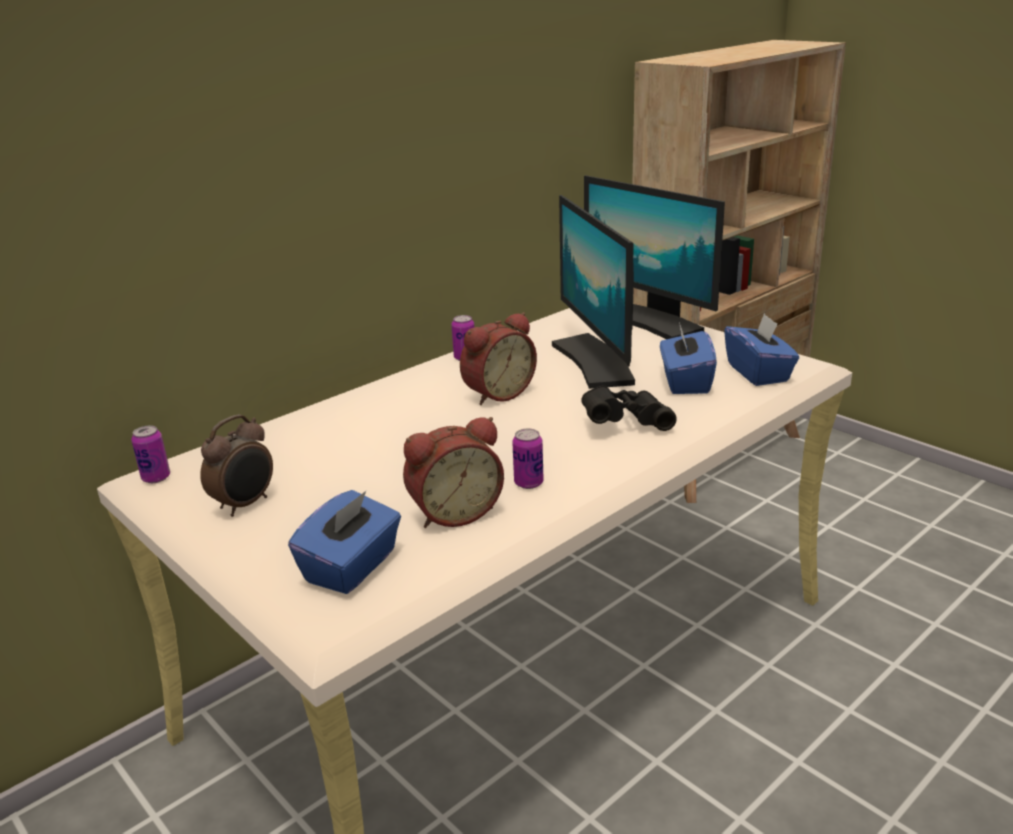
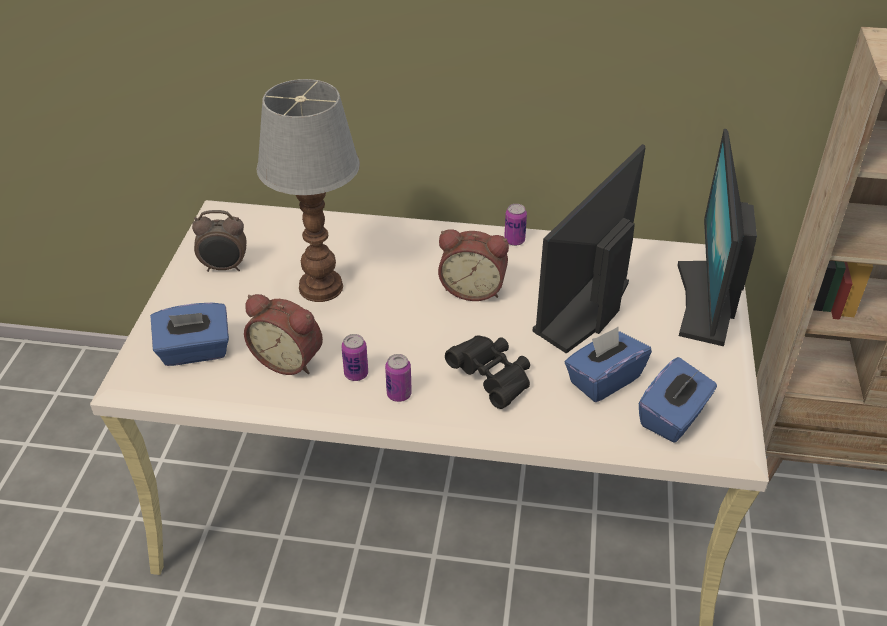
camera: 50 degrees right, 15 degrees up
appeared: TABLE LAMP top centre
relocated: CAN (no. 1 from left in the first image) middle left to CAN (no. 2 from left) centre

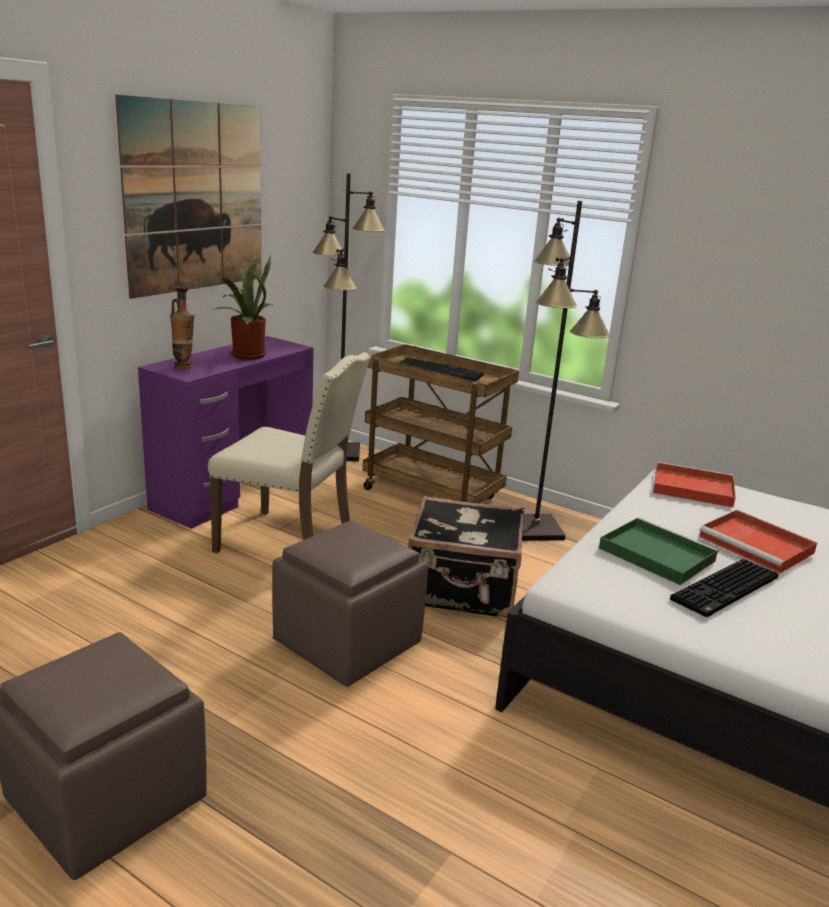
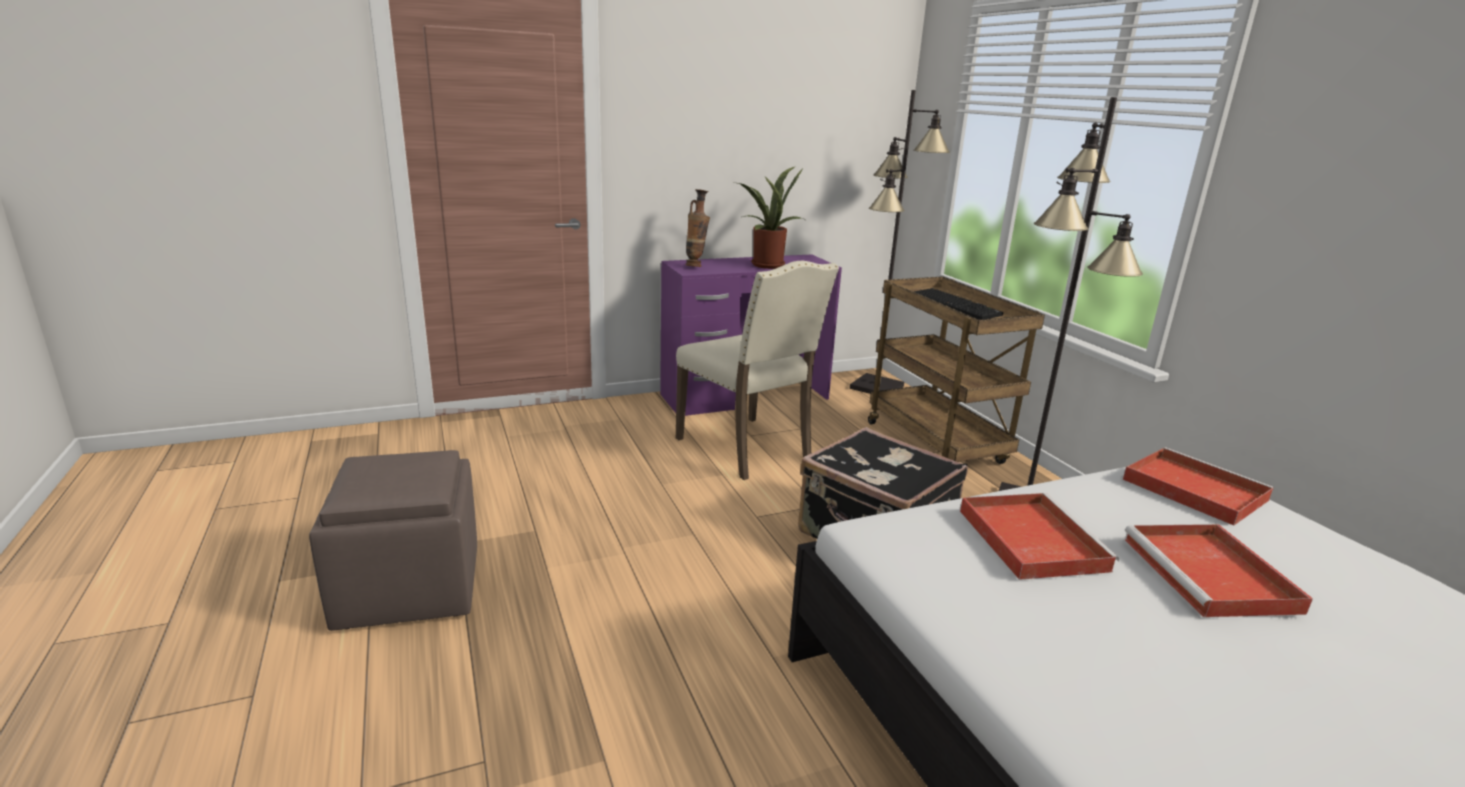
camera: 35 degrees right, 0 degrees up
missing: PICTURE top left; BROWN OTTOMAN (no. 2 from left) centre; KEYBOARD (no. 2 from left) middle right
colour: GREEN TRAY middle right to RED TRAY (no. 1 from left) bottom right

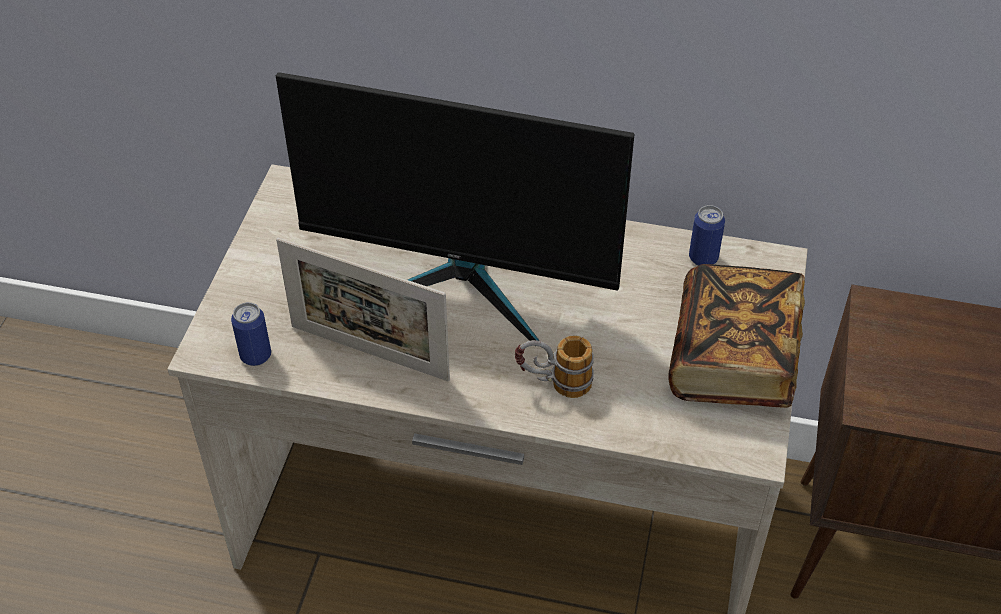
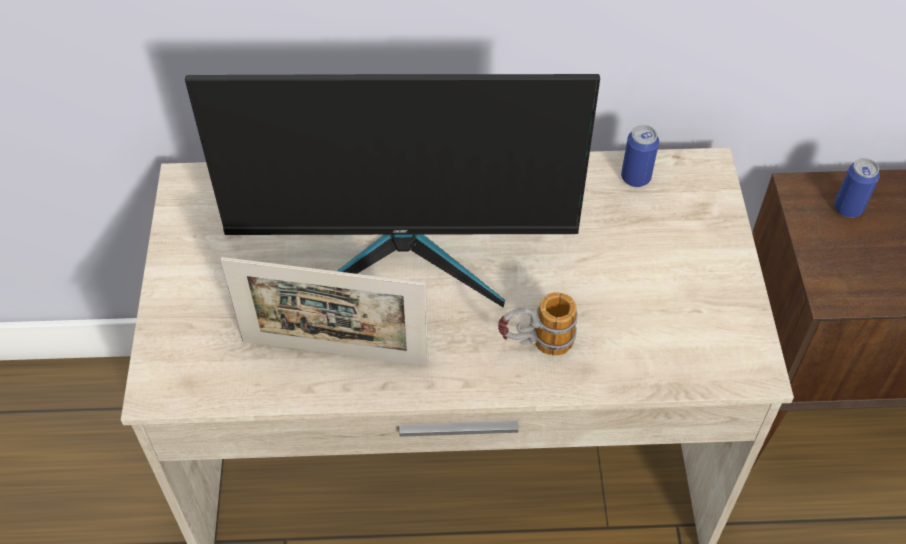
camera: 15 degrees left, 5 degrees up
missing: BOOK middle right
relocated: CAN (no. 1 from left in the first image) middle left to CAN (no. 2 from left) middle right

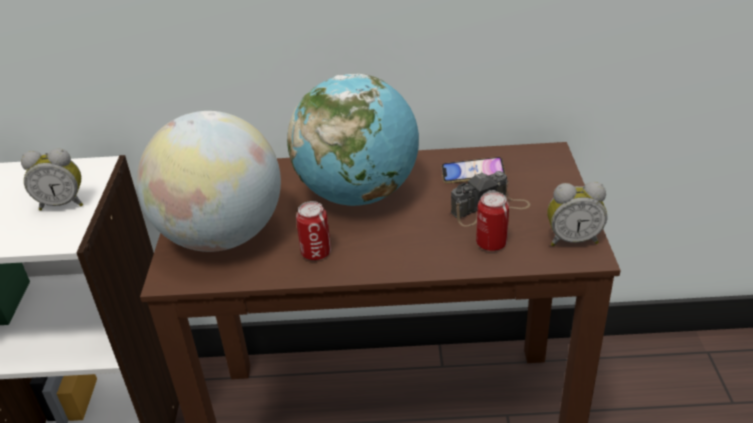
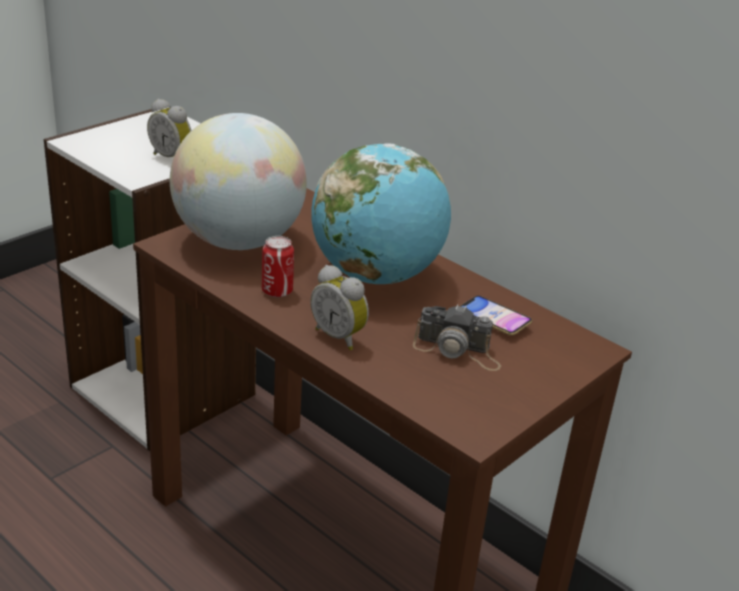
camera: 40 degrees right, 5 degrees down
missing: CAN (no. 2 from left) centre
relocated: ALARM CLOCK (no. 2 from left) middle right to centre

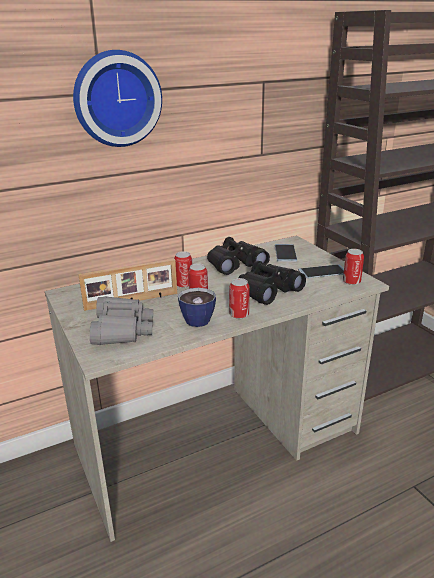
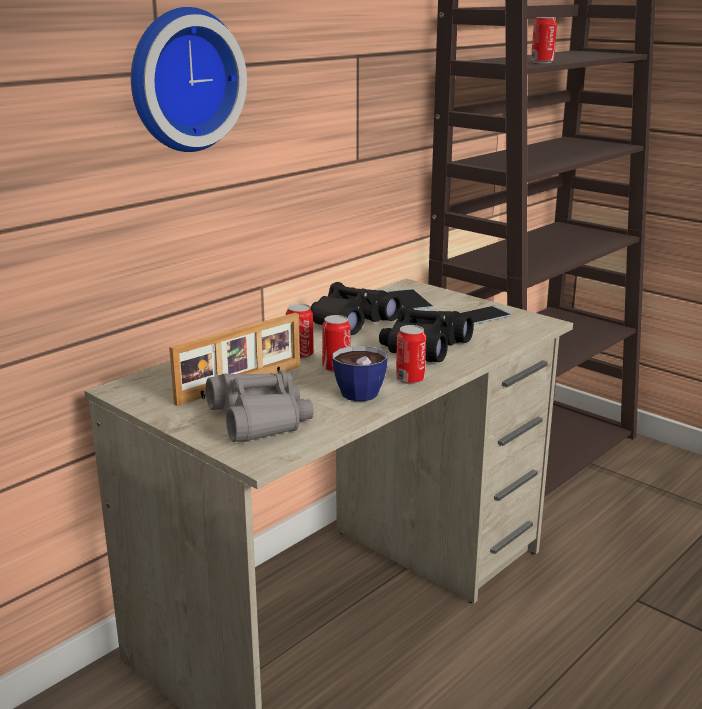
camera: 20 degrees left, 5 degrees down
relocated: CAN (no. 4 from left) middle right to top right

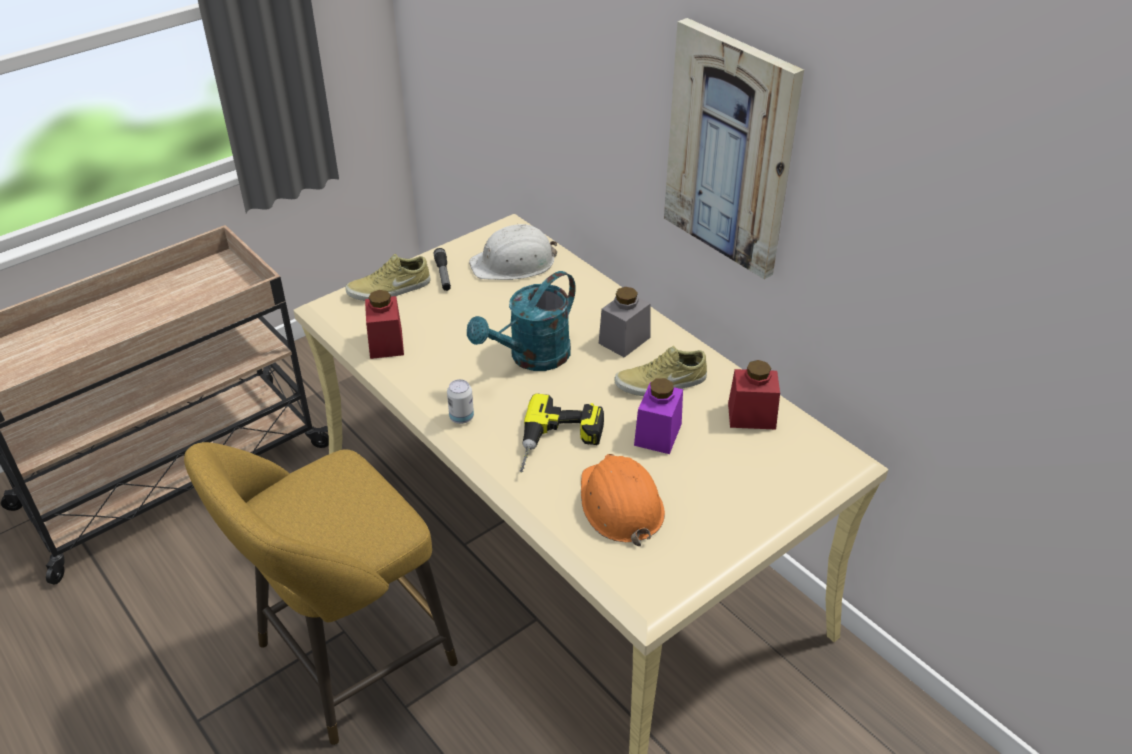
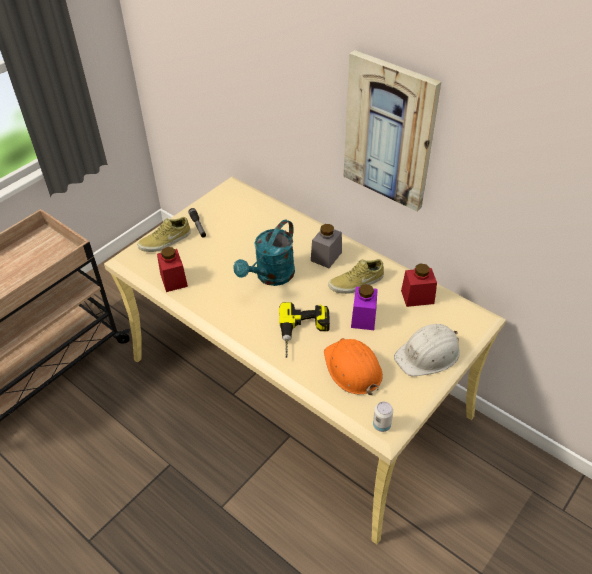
camera: 10 degrees left, 5 degrees up
missing: YELLOW STOOL bottom left
relocated: CAN centre to bottom centre; WHITE HARD HAT centre to middle right

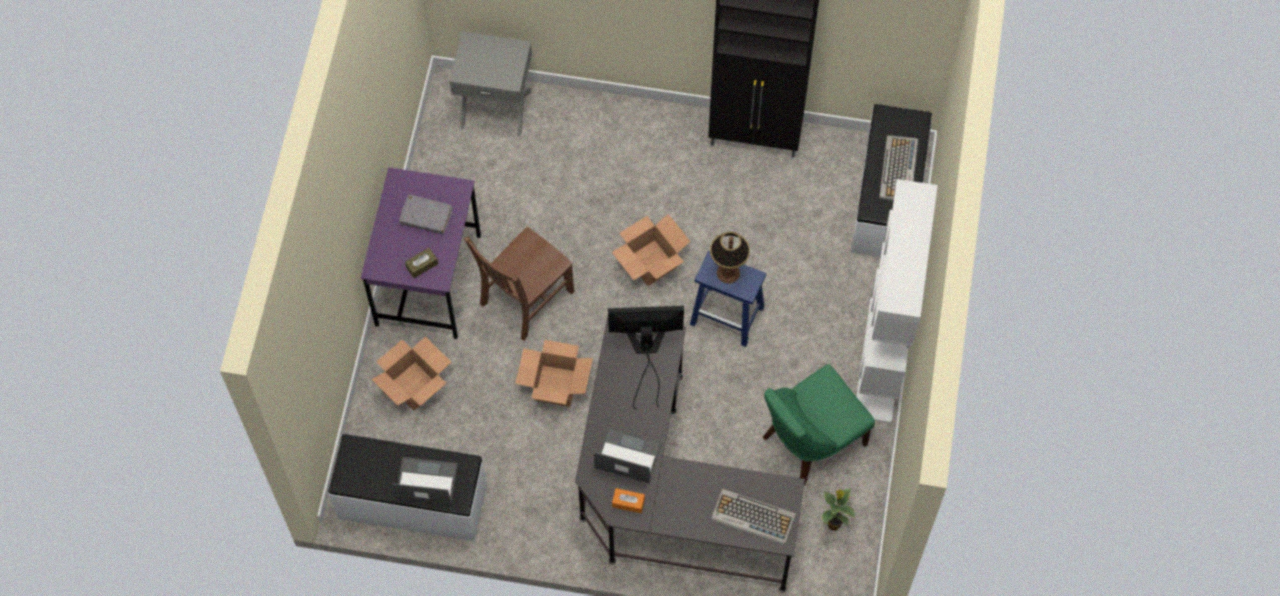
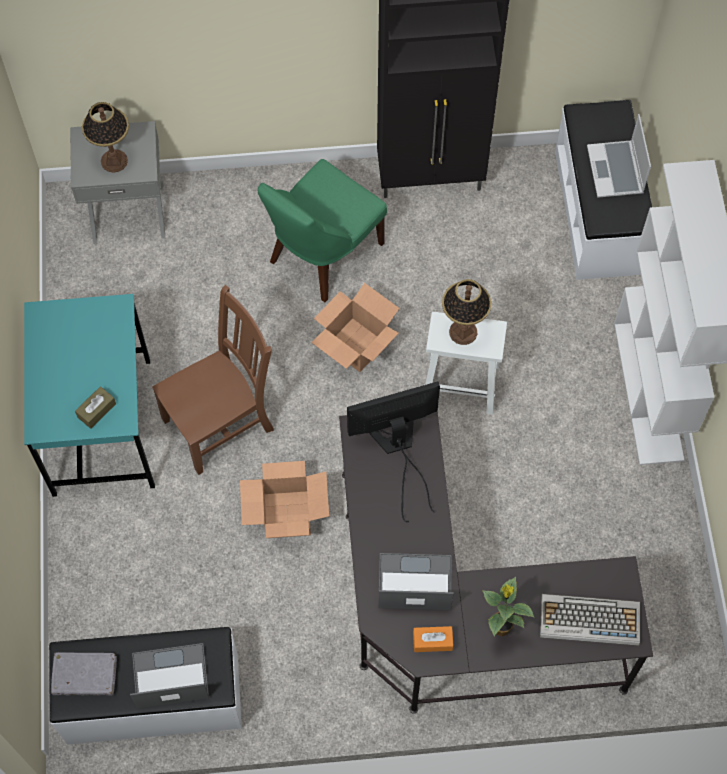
camera: 15 degrees left, 0 degrees up
missing: CARDBOARD BOX (no. 1 from left) middle left
appeared: TABLE LAMP (no. 1 from left) top left
relocated: GREY BOOK middle left to bottom left; GREEN CHAIR bottom centre to top centre; POTTED PLANT bottom centre to bottom right
exchanged: KEYBOARD (no. 2 from left) top right to LAPTOP (no. 3 from left) top right
colour: PURPLE DESK middle left to TURQUOISE DESK middle left; BLUE STOOL centre to WHITE STOOL centre
spun: BROWN CHAIR centre = middle left 150 degrees counterclockwise

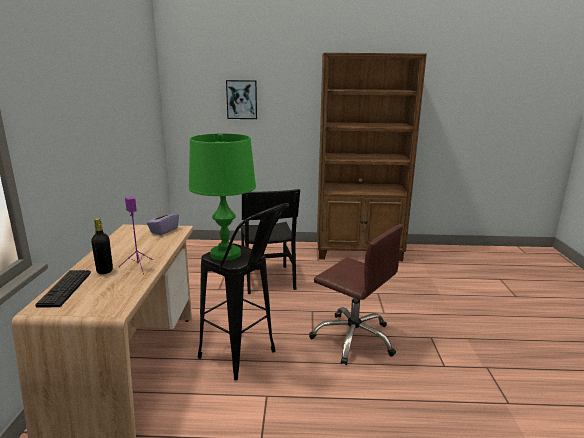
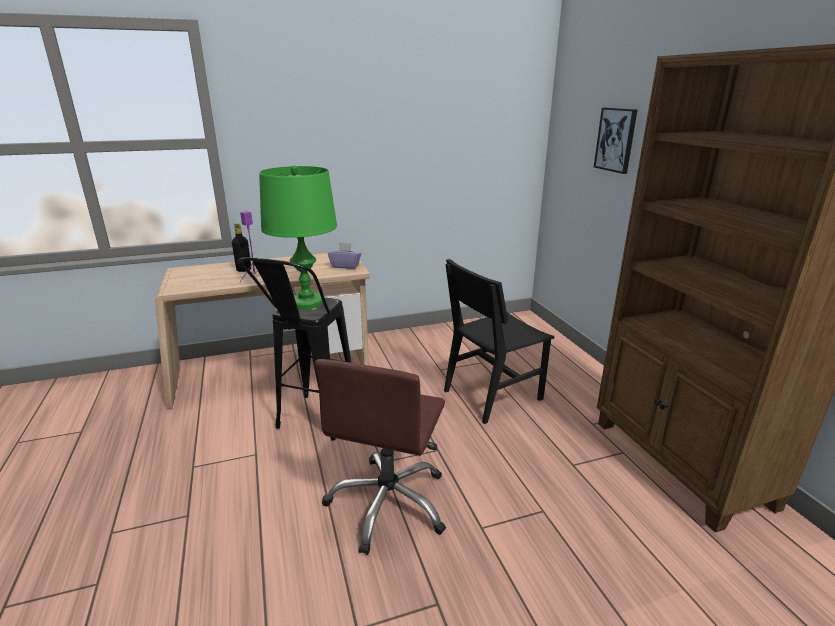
camera: 70 degrees right, 5 degrees up
missing: KEYBOARD middle left

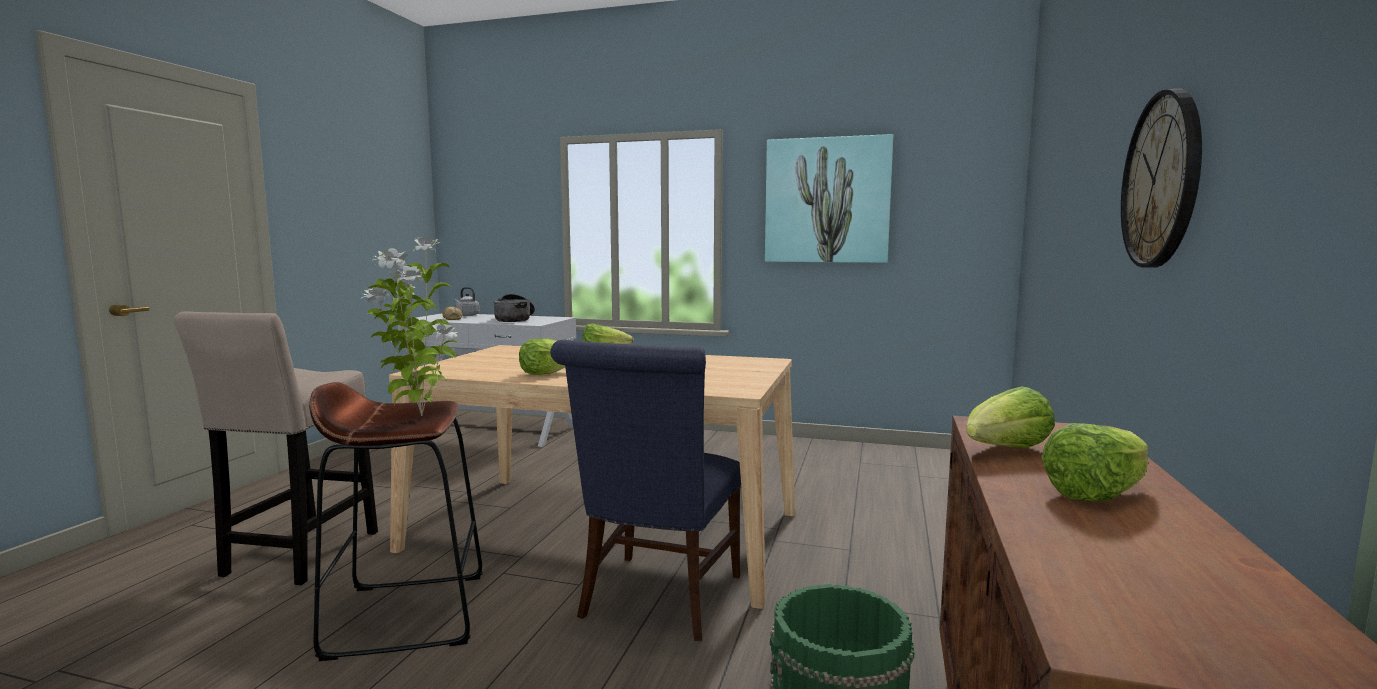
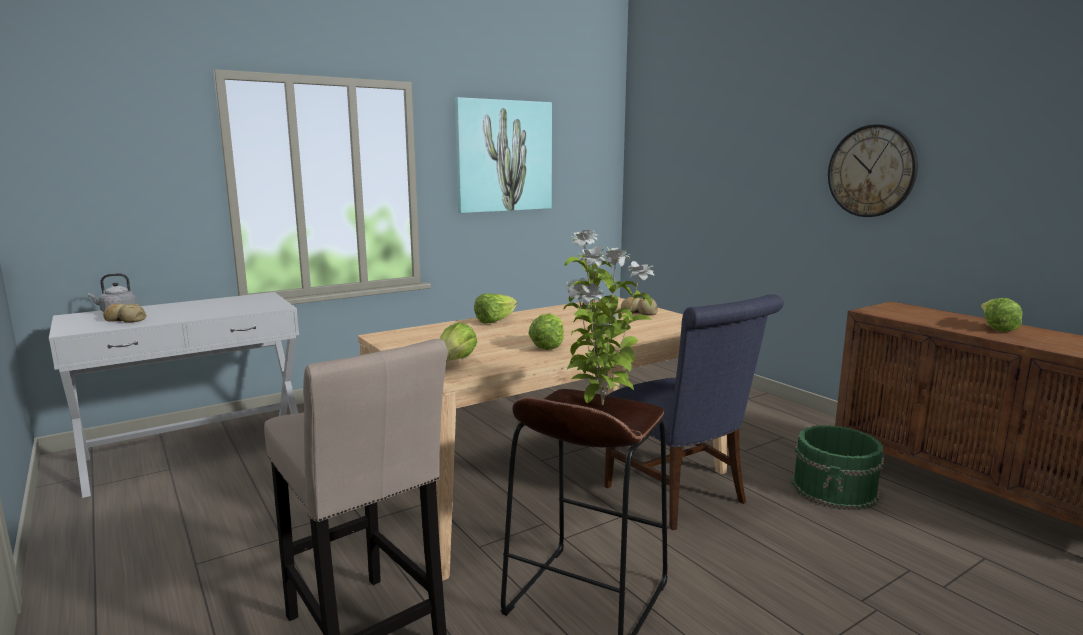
camera: 50 degrees left, 5 degrees up
missing: COOKING POT centre
appeared: BREAD (no. 2 from left) centre
relocated: LETTUCE (no. 3 from left in the first image) middle right to LETTUCE (no. 1 from left) centre

